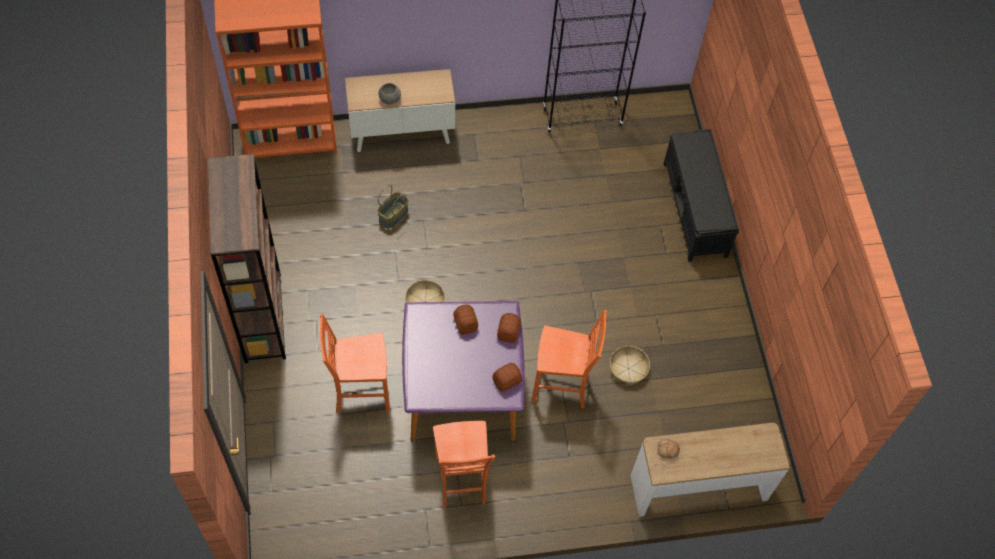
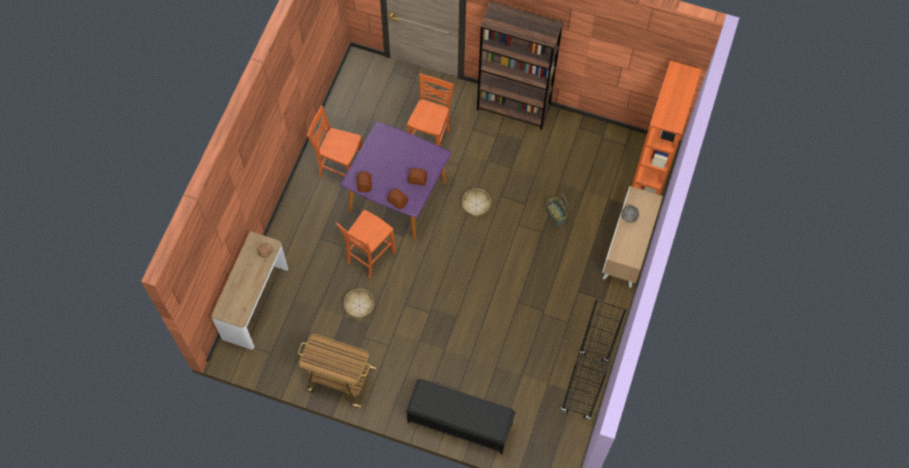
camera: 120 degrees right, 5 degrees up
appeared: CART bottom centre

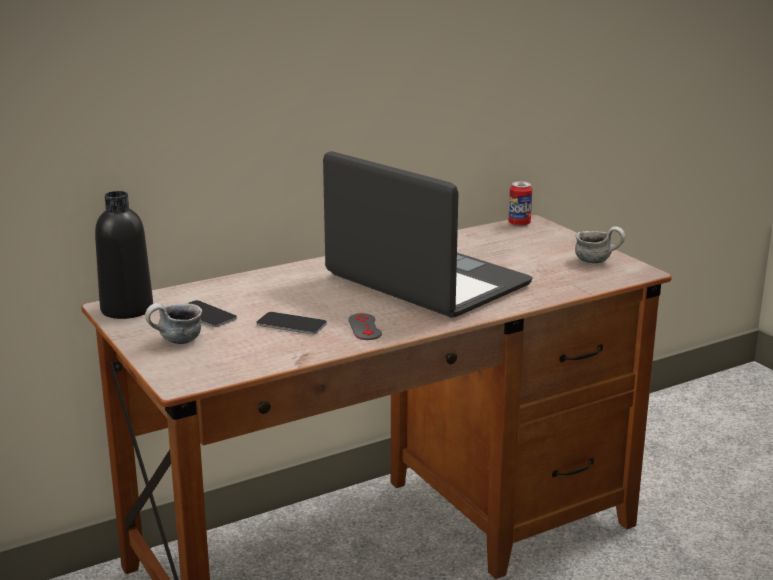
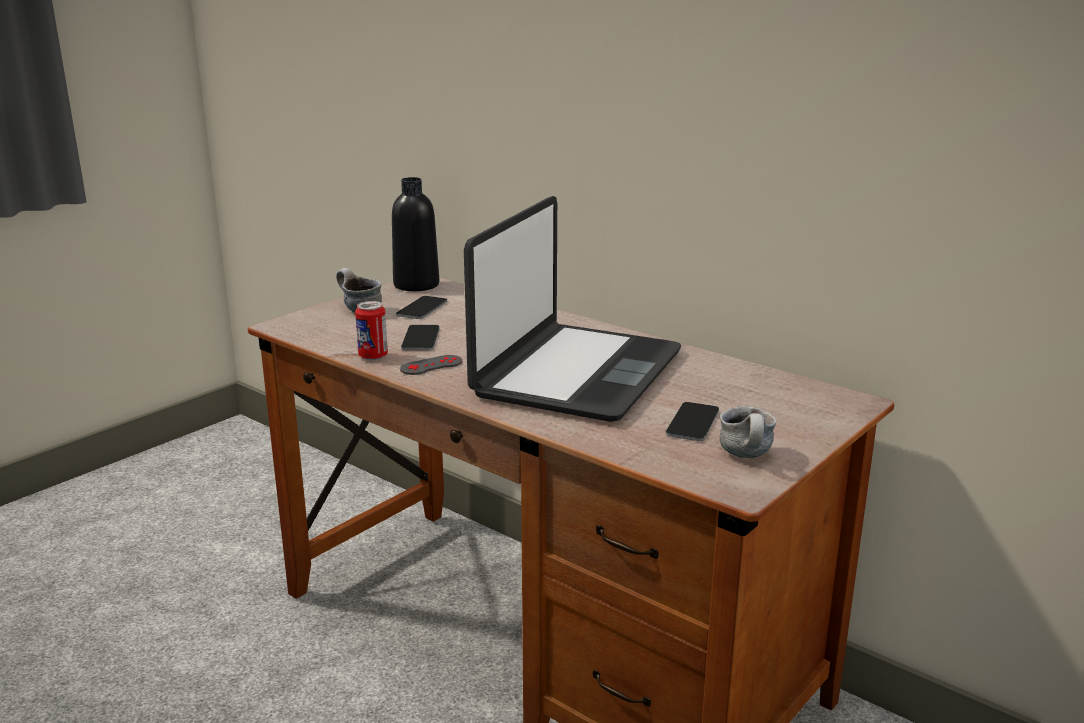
camera: 70 degrees right, 0 degrees up
appeared: PHONE (no. 3 from left) centre
relocated: CAN middle right to centre

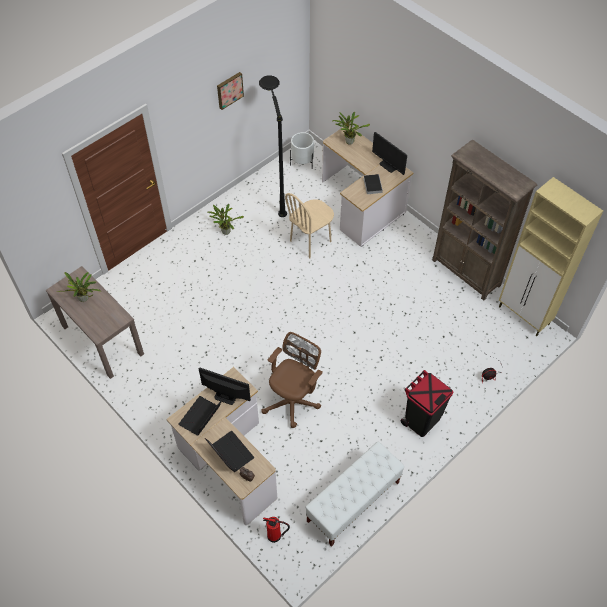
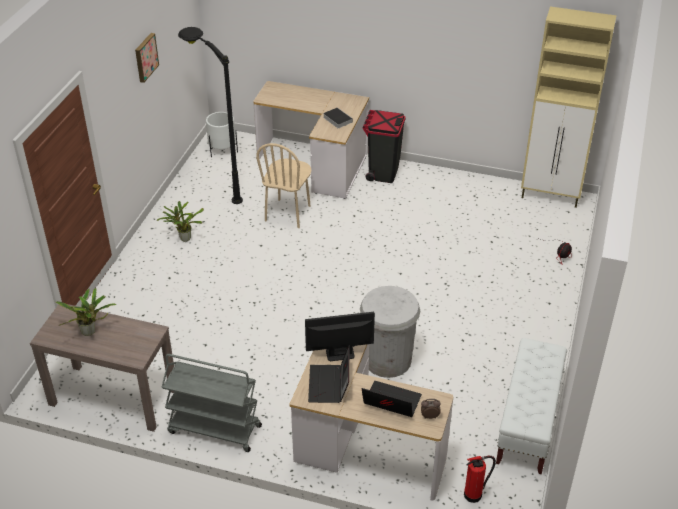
camera: 30 degrees left, 15 degrees down
missing: POTTED PLANT (no. 3 from left) top centre; MONITOR (no. 2 from left) top centre; BROWN BOOKCASE middle right
appeared: GREY CART bottom left
relocated: BLACK TRASH CAN middle right to top centre
exchanged: BROWN OFFICE CHAIR centre to WHITE TRASH CAN centre

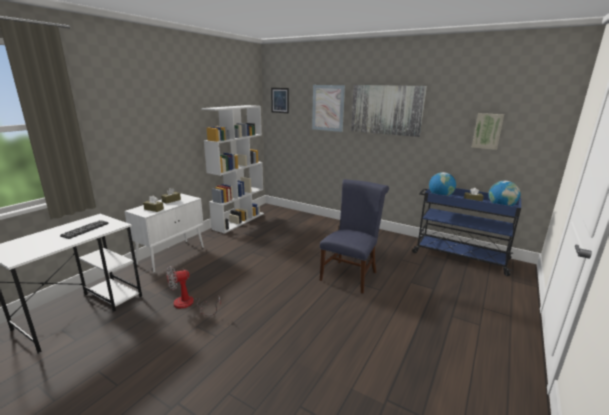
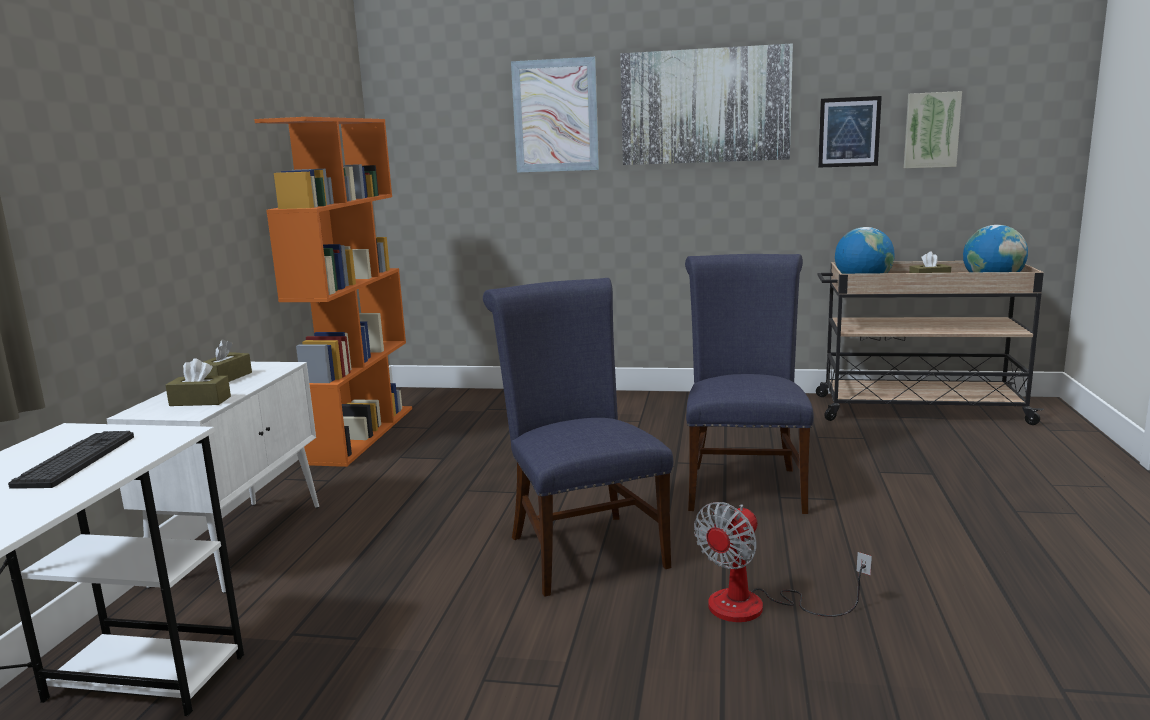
camera: 20 degrees left, 5 degrees down
appeared: BLUE CHAIR (no. 1 from left) centre
relocated: FAN bottom left to bottom right; PICTURE (no. 1 from left in the first image) top centre to PICTURE (no. 3 from left) top right
colour: WHITE BOOKCASE centre to ORANGE BOOKCASE middle left; BLUE CART middle right to BEIGE CART middle right

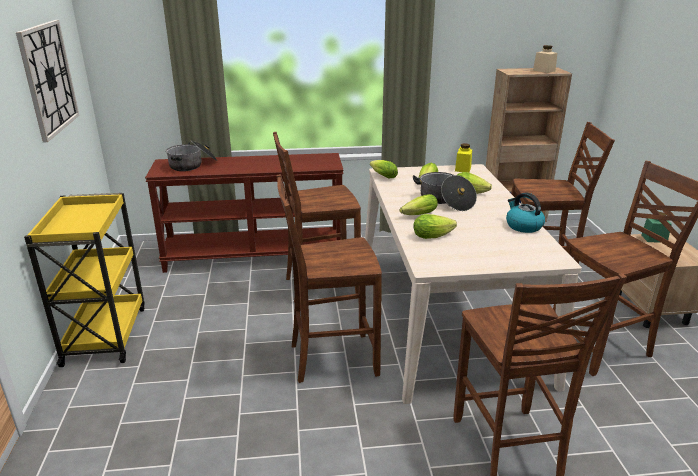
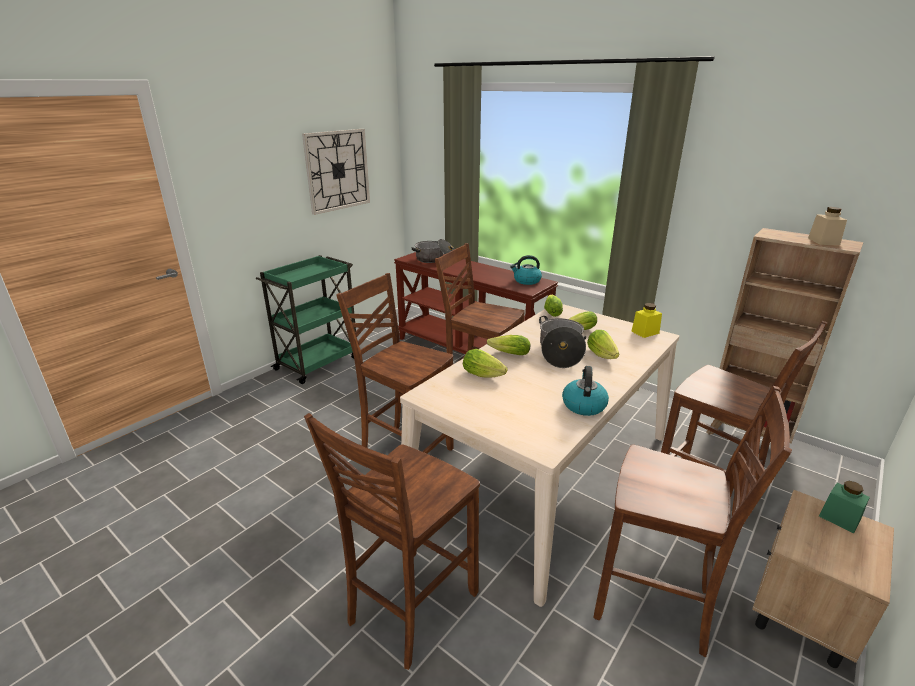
camera: 45 degrees right, 0 degrees up
appeared: KETTLE (no. 1 from left) centre
colour: YELLOW CART middle left to GREEN CART centre

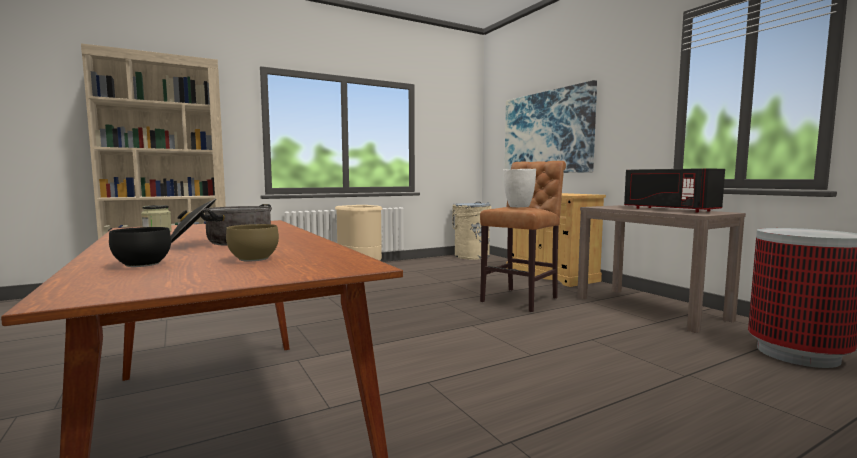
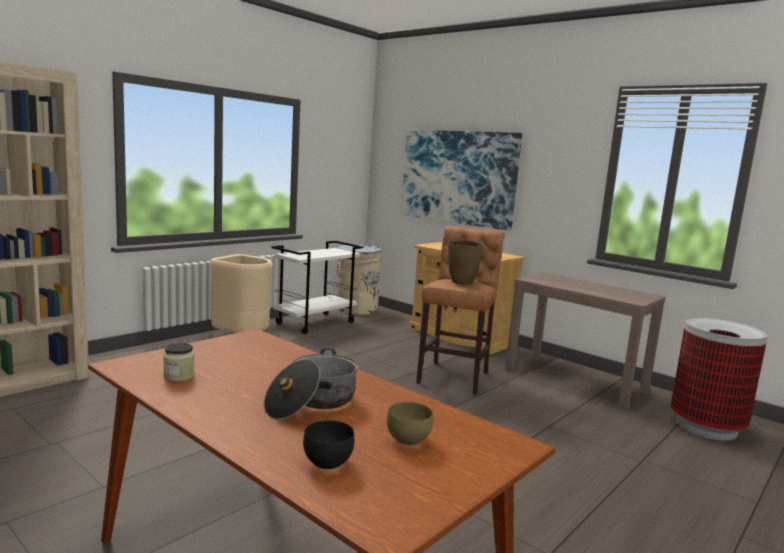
camera: 20 degrees left, 5 degrees up
missing: BLACK MICROWAVE middle right
appeared: WHITE CART centre
colour: WHITE VASE centre to BROWN VASE centre

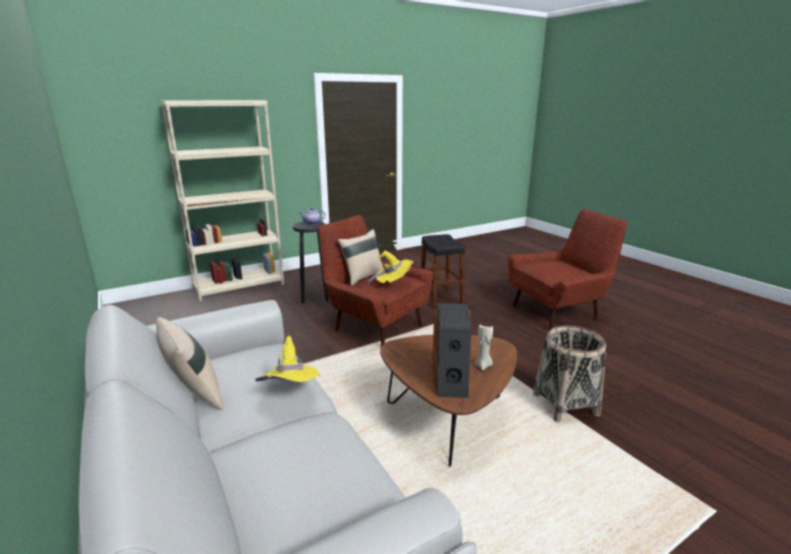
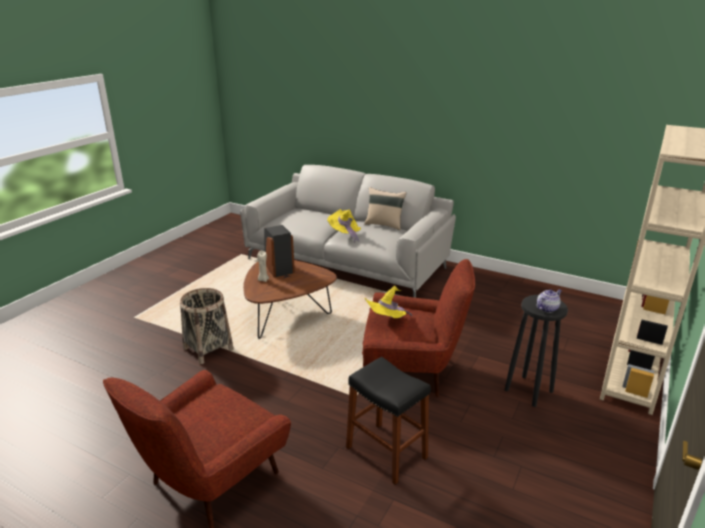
camera: 150 degrees right, 5 degrees up
missing: BEIGE PILLOW (no. 2 from left) centre

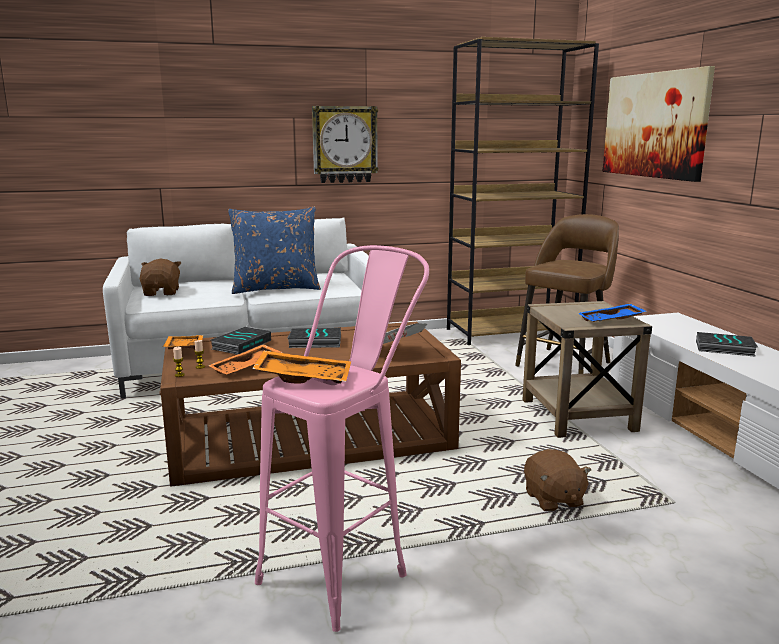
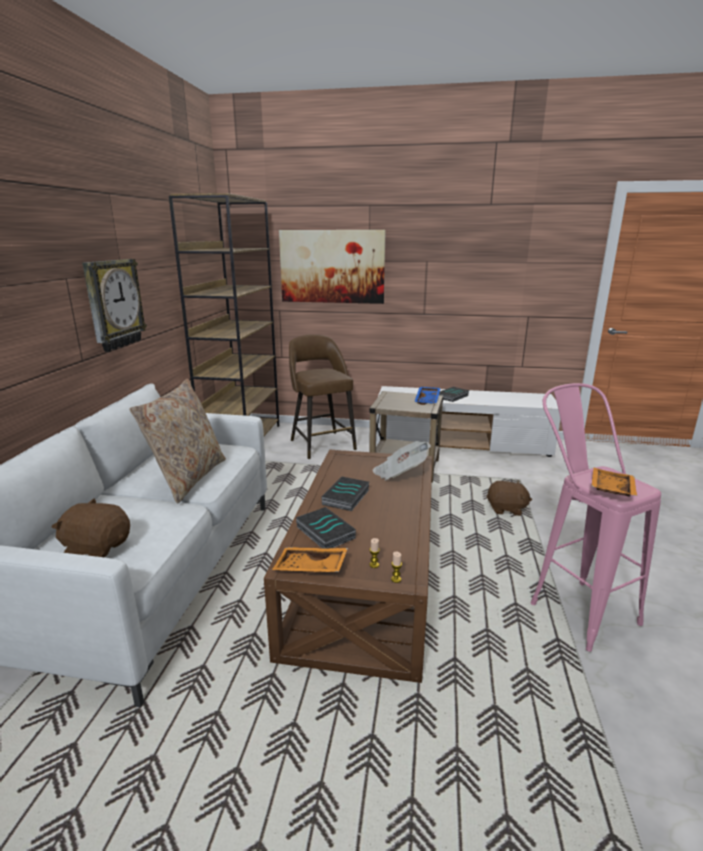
camera: 65 degrees left, 5 degrees up
missing: ORANGE TRAY (no. 2 from left) middle left
colour: BLUE PILLOW centre to BEIGE PILLOW middle left

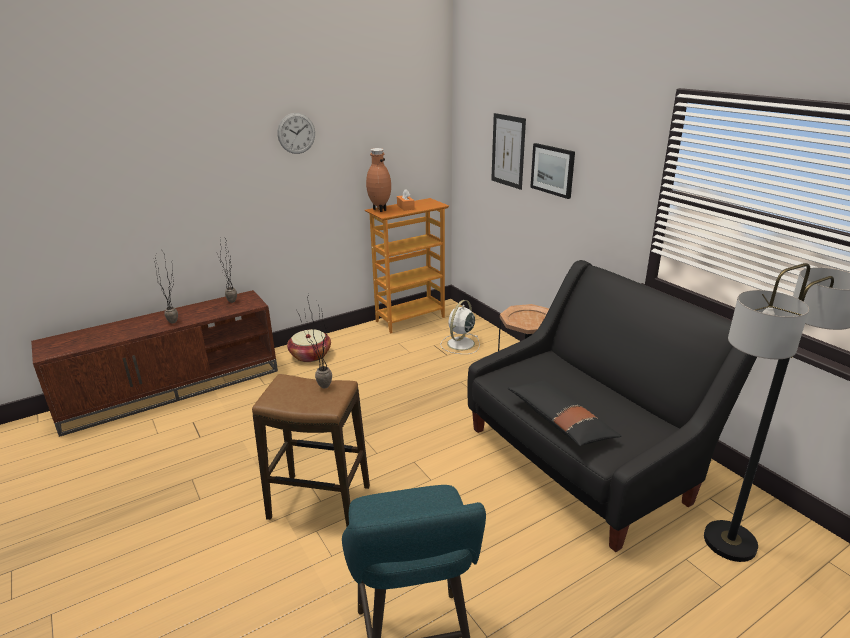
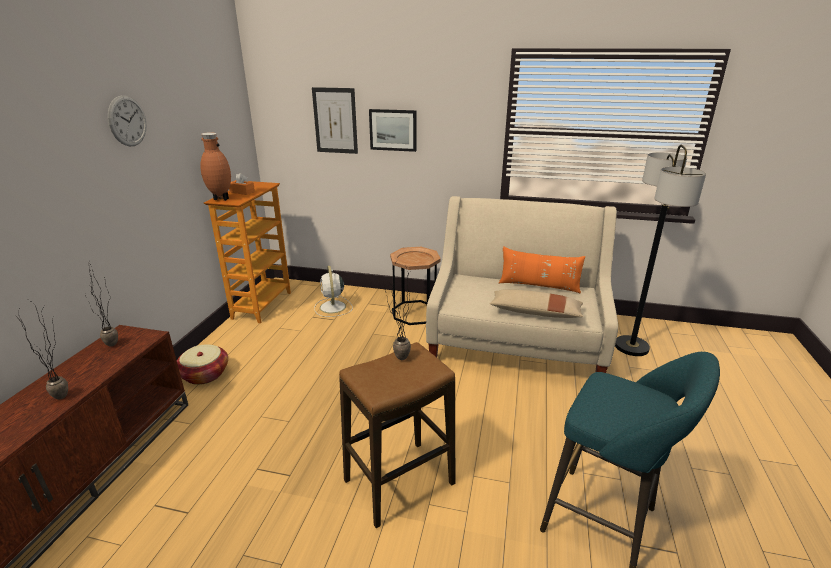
camera: 45 degrees left, 0 degrees up
appeared: ORANGE PILLOW centre
colour: BLACK SOFA middle right to BEIGE SOFA centre; BLACK PILLOW centre to BEIGE PILLOW centre

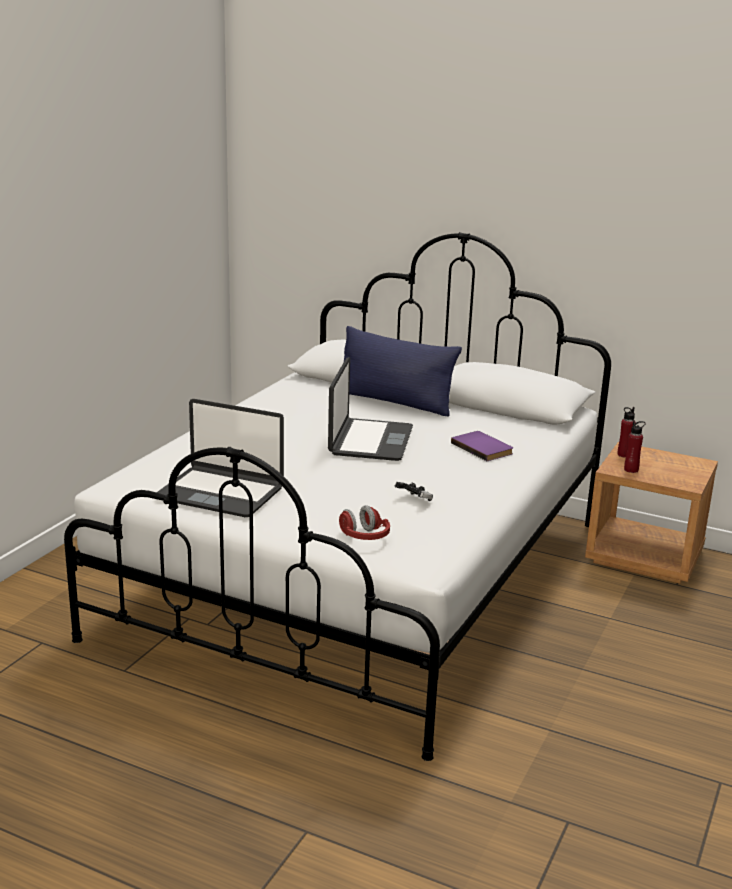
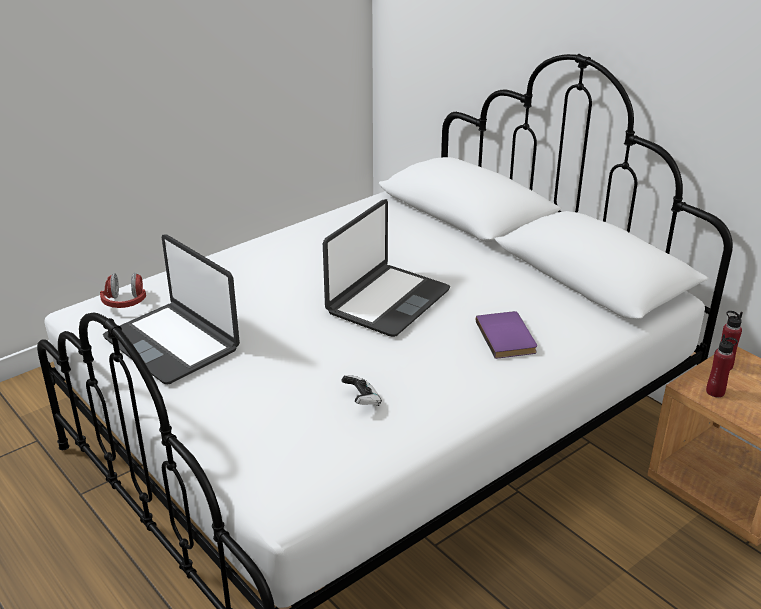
camera: 25 degrees right, 10 degrees up
missing: BLUE PILLOW centre
relocated: RED HEADPHONES centre to middle left

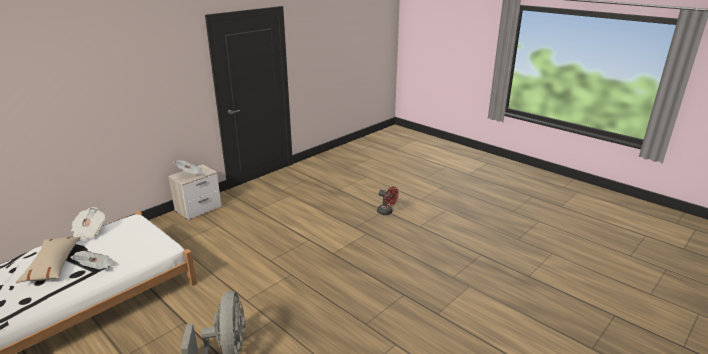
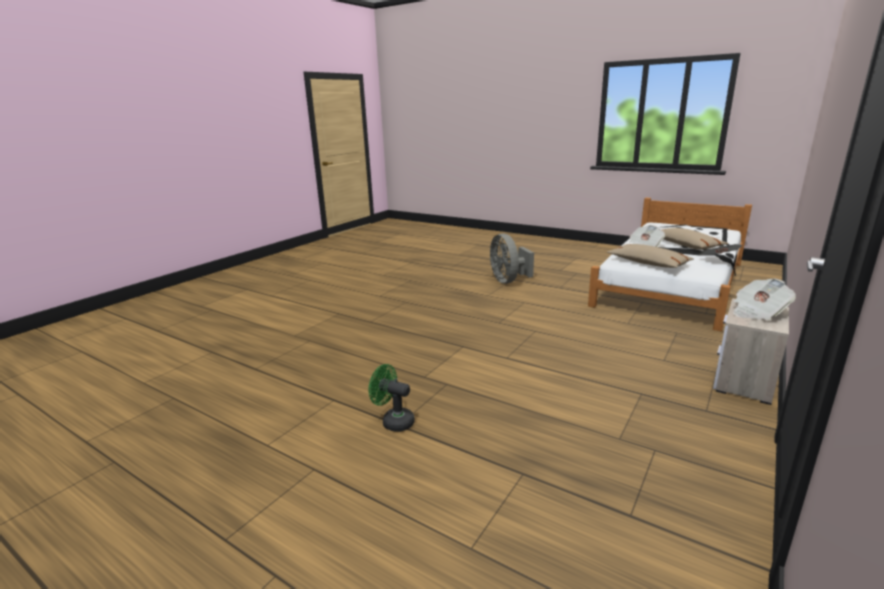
camera: 170 degrees right, 5 degrees down
appeared: BEIGE PILLOW (no. 1 from left) middle right
colour: RED FAN centre to GREEN FAN bottom centre

